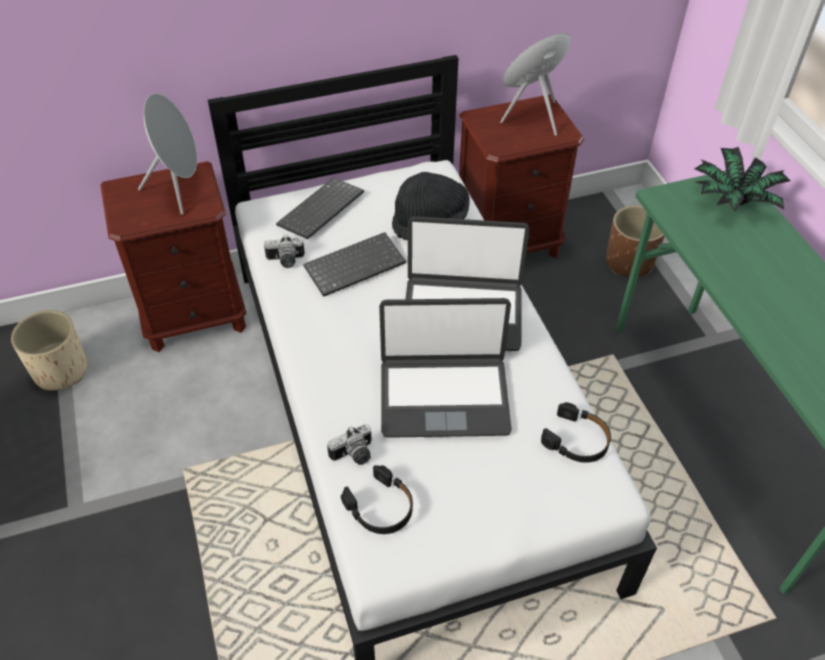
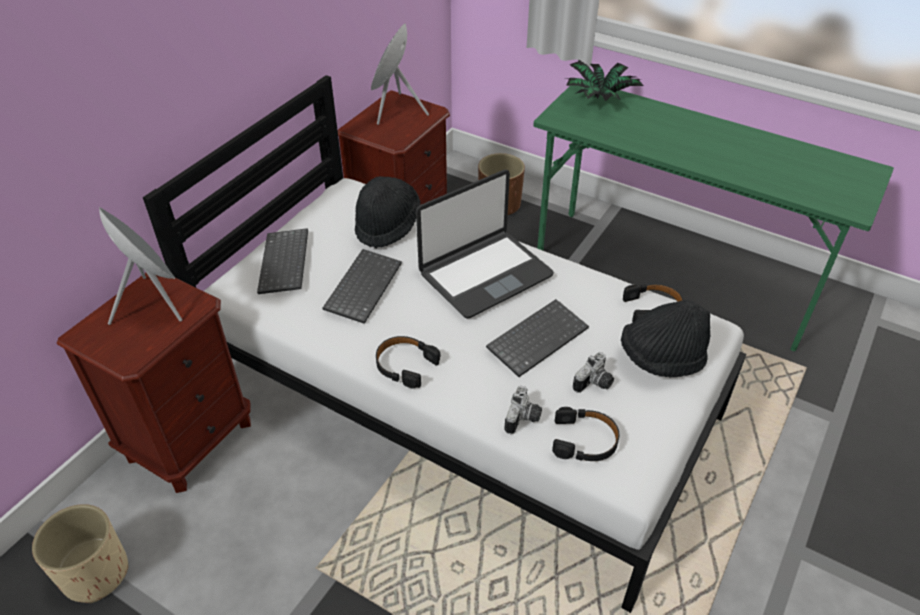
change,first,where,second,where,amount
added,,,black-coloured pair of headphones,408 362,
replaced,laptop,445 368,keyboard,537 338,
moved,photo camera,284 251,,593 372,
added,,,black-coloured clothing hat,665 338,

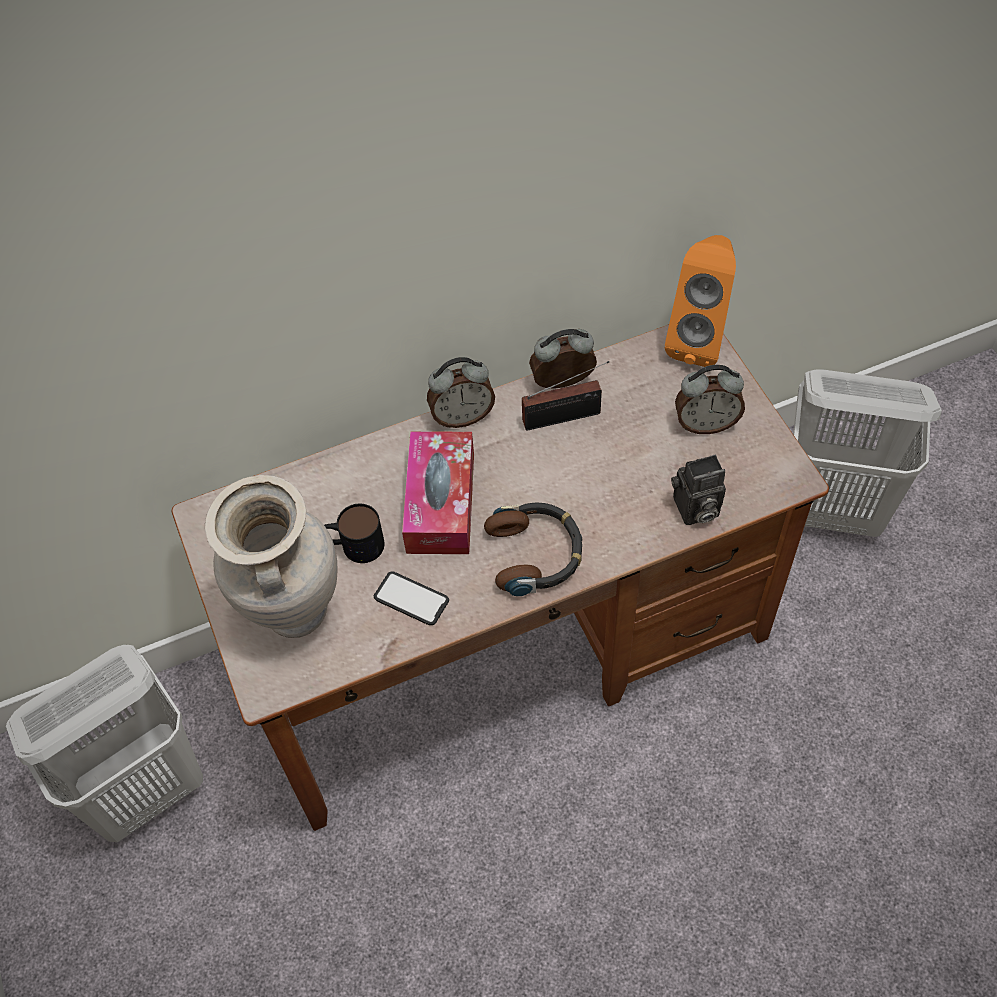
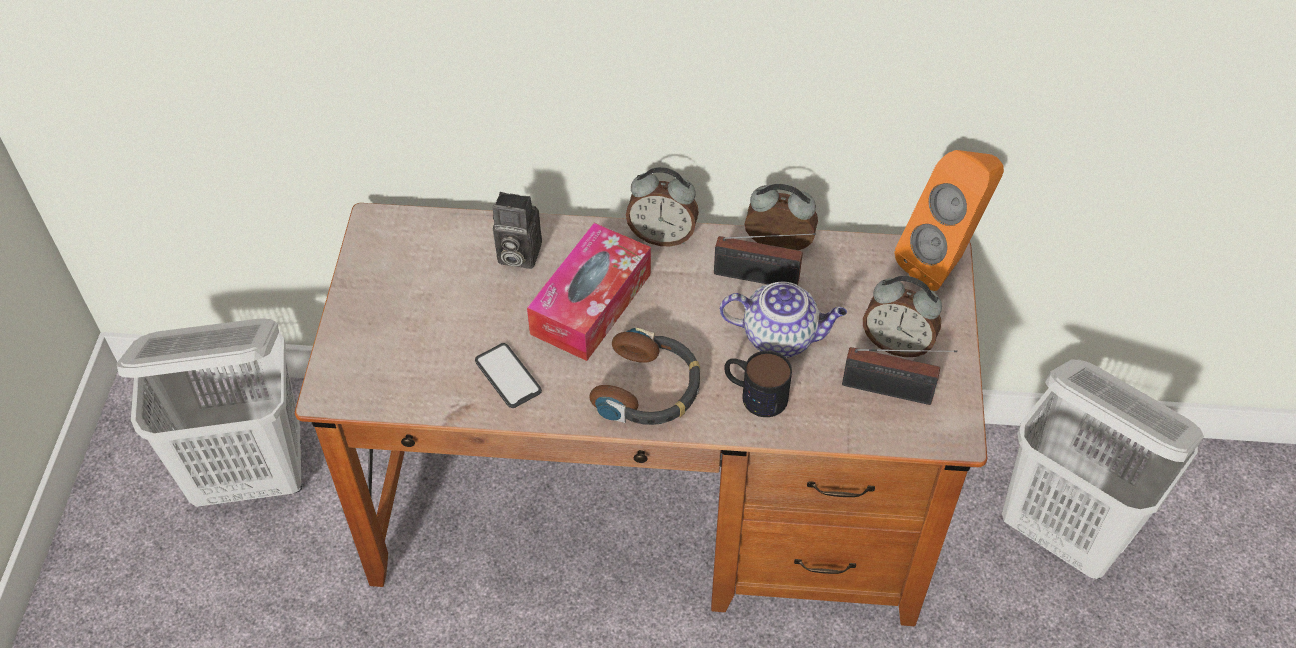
change,first,where,second,where,amount
moved,photo camera,698 490,,517 230,
added,,,teapot,783 319,
moved,coffee mug,354 533,,758 384,
added,,,radio,899 376,
removed,beige vase,271 556,,,

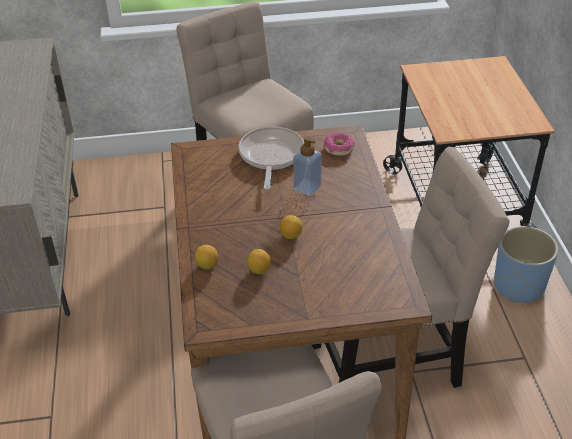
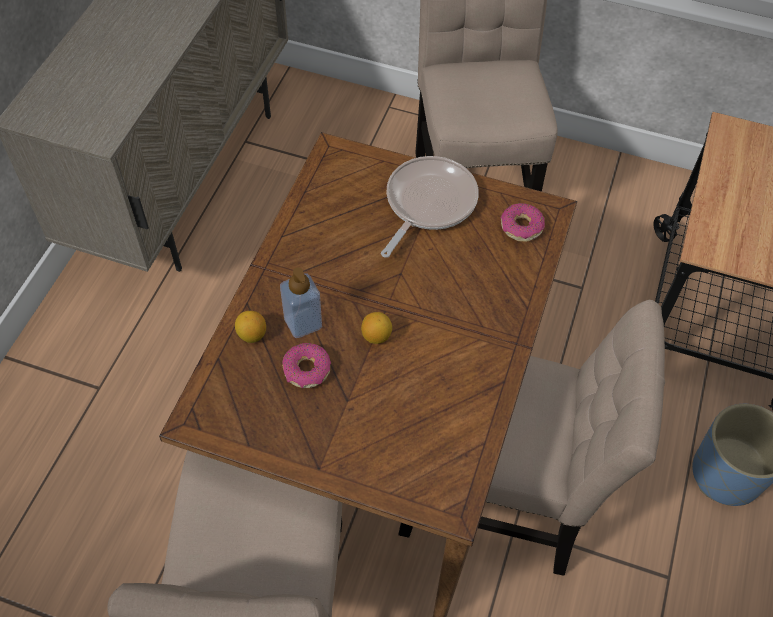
change,first,where,second,where,amount
moved,soap dispenser,307 166,,301 302,
replaced,citrus fruit,259 261,donut,306 365,

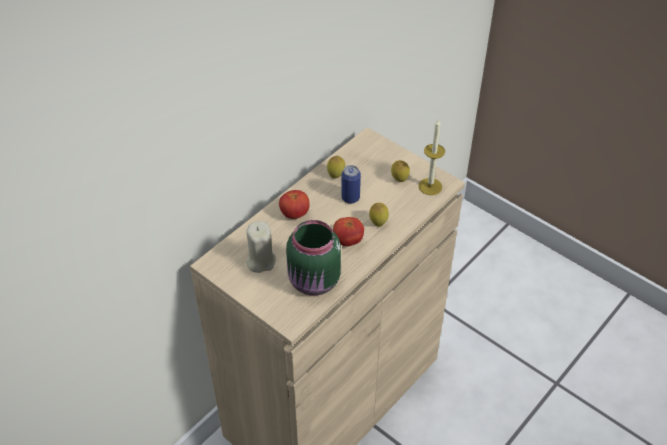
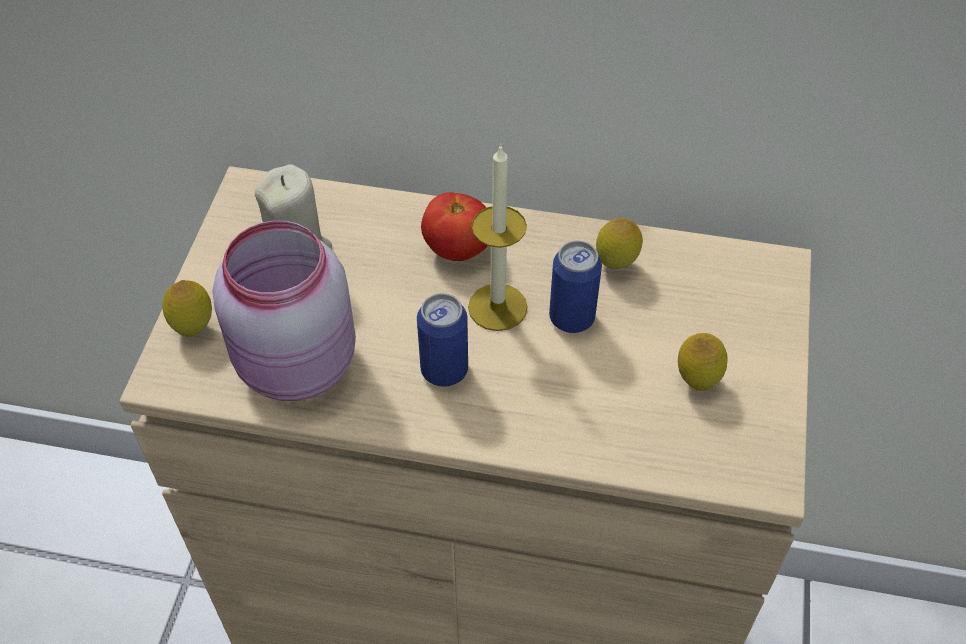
change,first,where,second,where,amount
moved,citrus fruit,379 215,,187 308,
recoloured,green jar,313 258,pink-coloured jar,284 311,
replaced,fresh tomato,348 231,can,442 340,
moved,wax candle,431 156,,498 237,

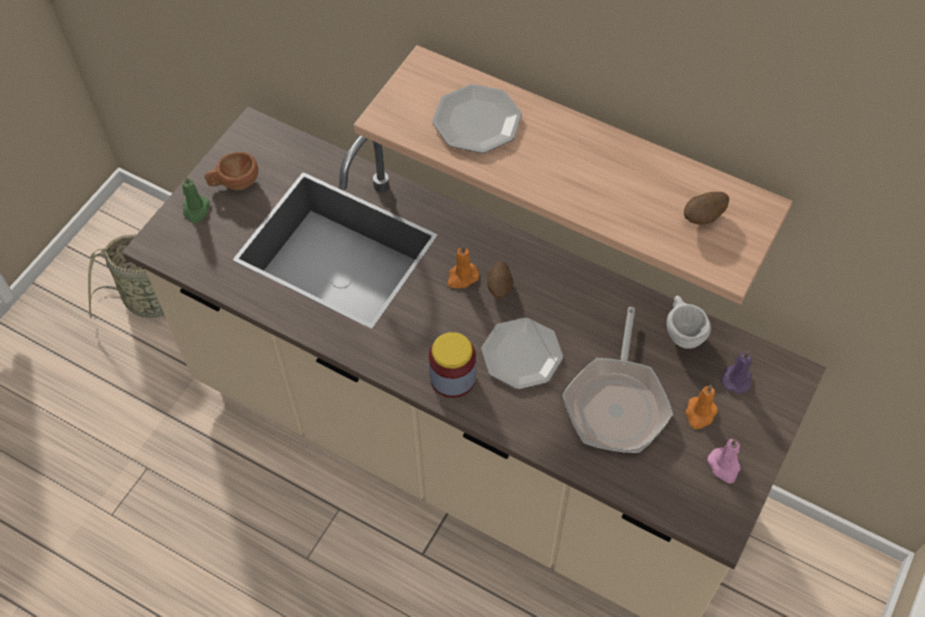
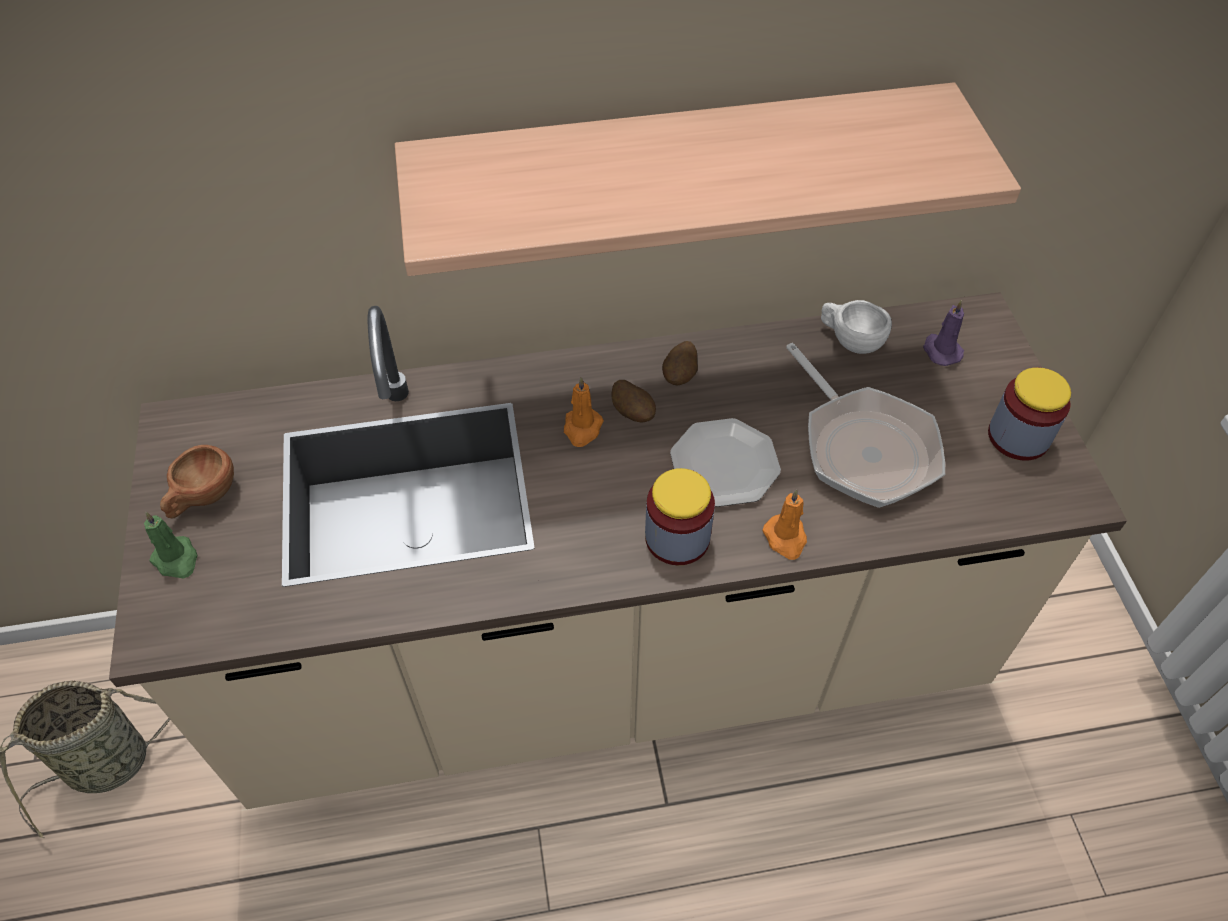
change,first,where,second,where,amount
moved,spud,706 208,,680 363,
moved,orange wax candle,701 407,,784 524,
replaced,pink-coloured wax candle,723 461,jar,1029 414,
removed,flat dish,477 118,,,

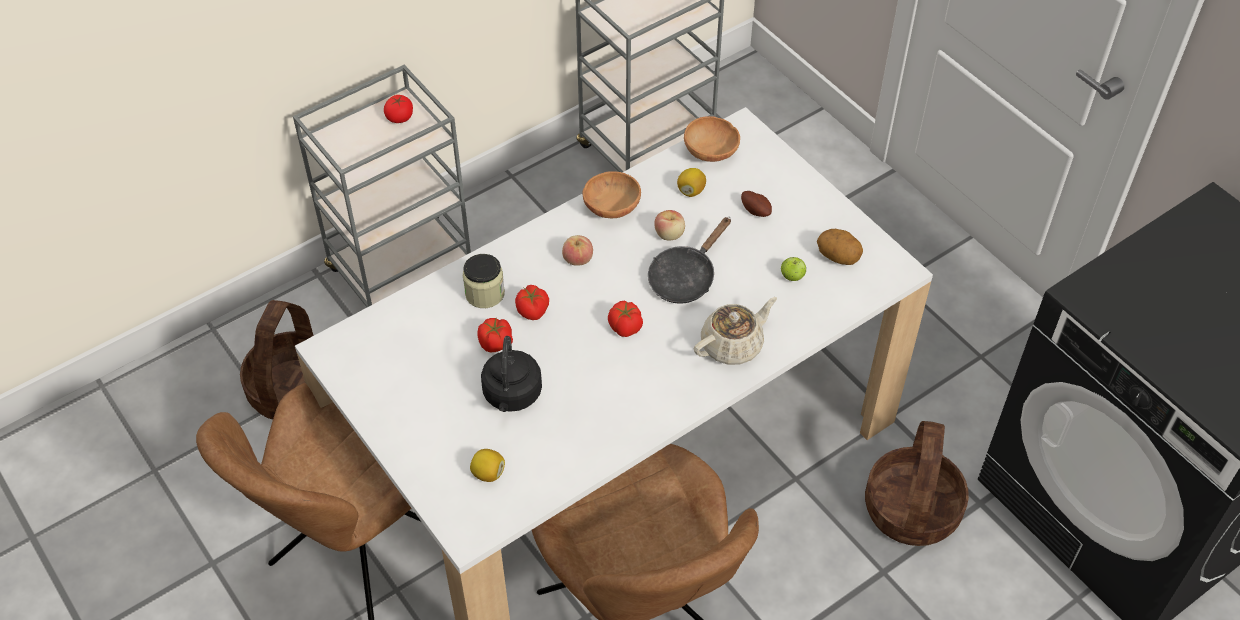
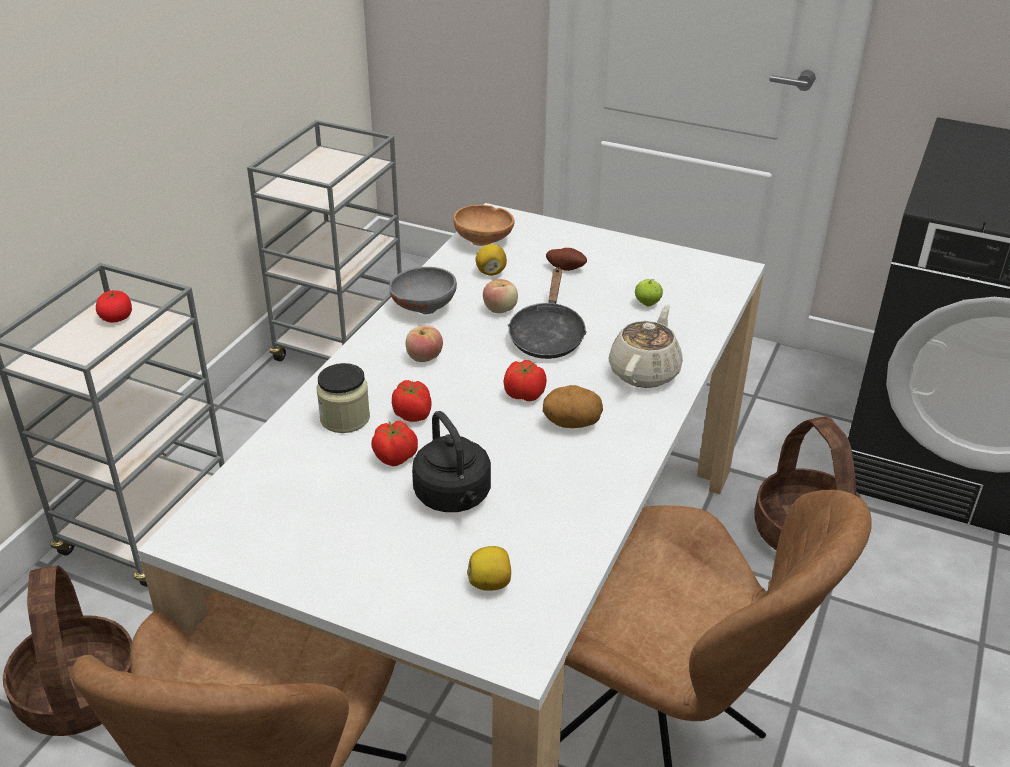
change,first,where,second,where,amount
recoloured,brown bowl,612 194,greyish bowl,423 290,
moved,spud,840 247,,573 406,

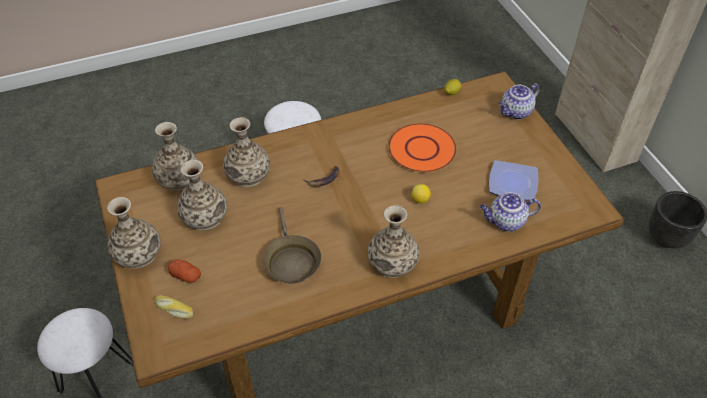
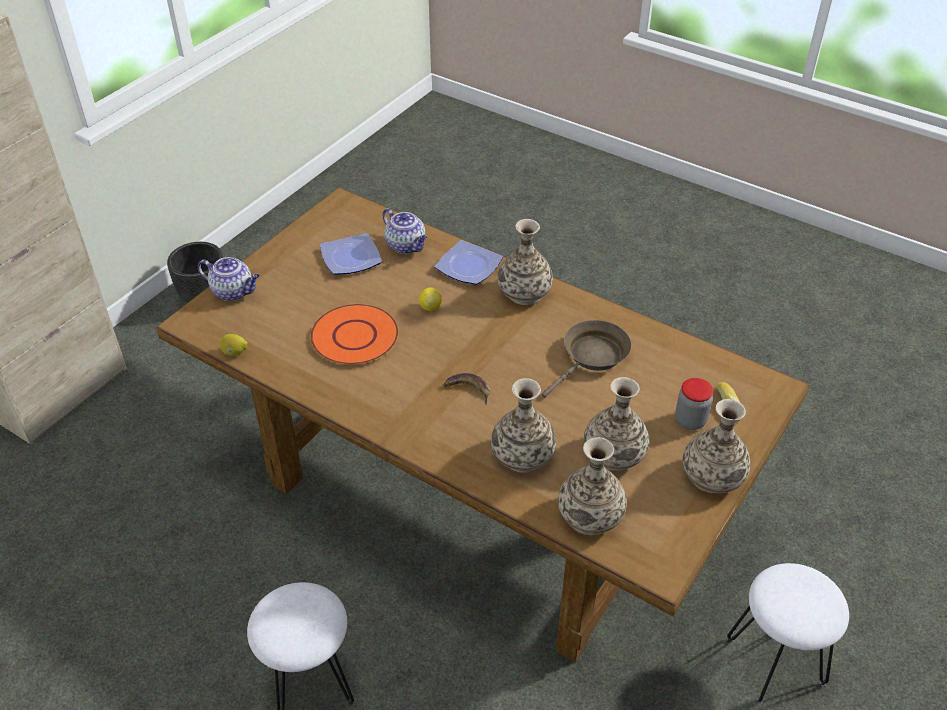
change,first,where,second,where,amount
added,,,flat dish,468 262,
replaced,spud,184 271,jar,694 404,

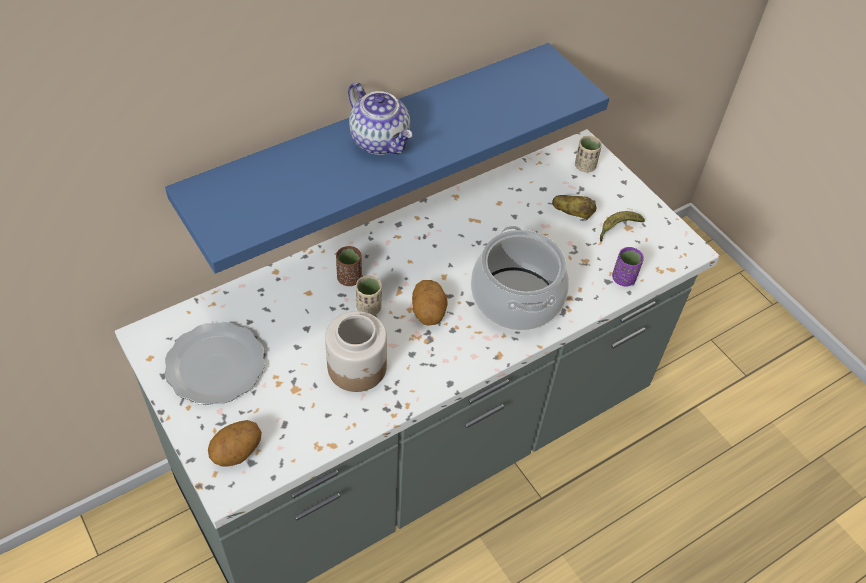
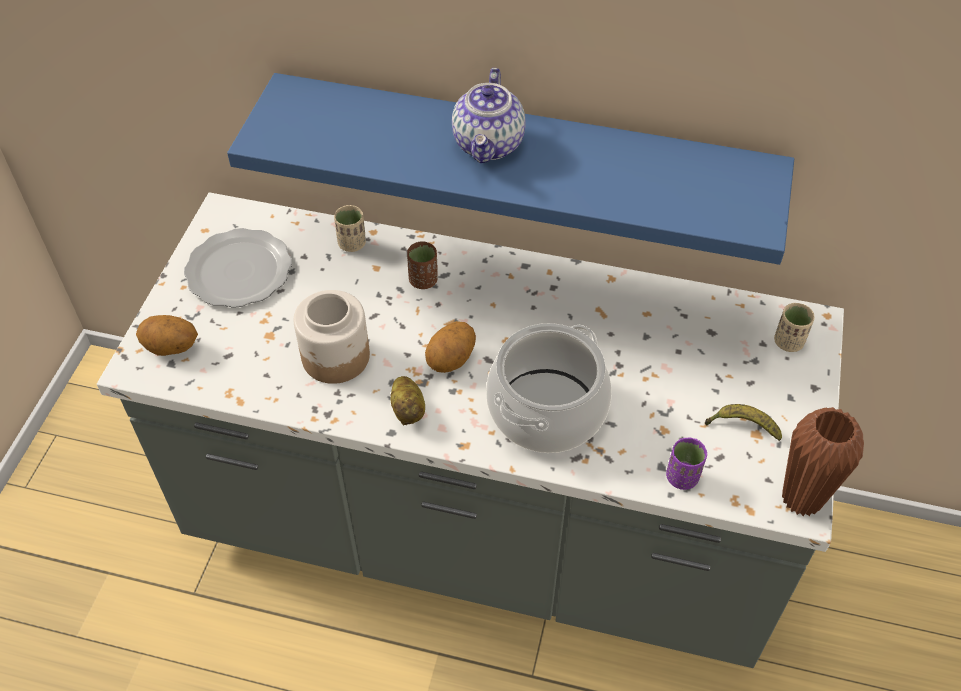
change,first,where,second,where,amount
moved,beige cup,369 295,,350 228,
moved,spud,574 207,,407 400,
added,,,brown vase,823 461,

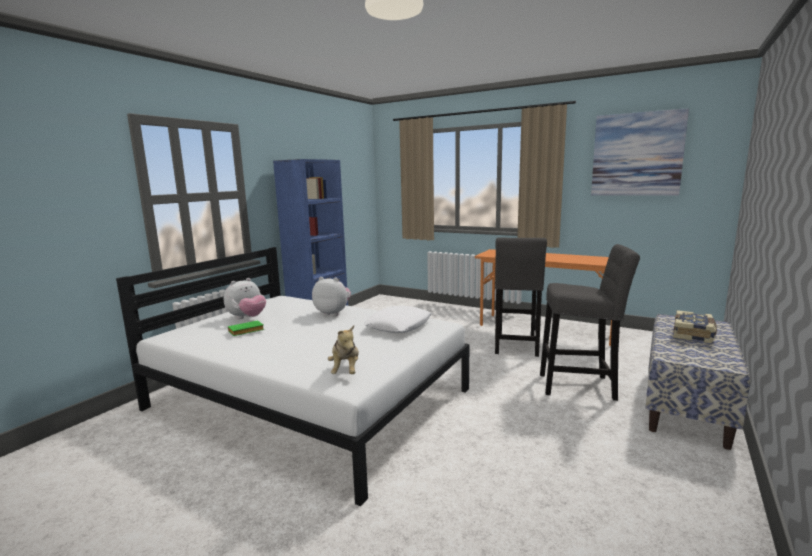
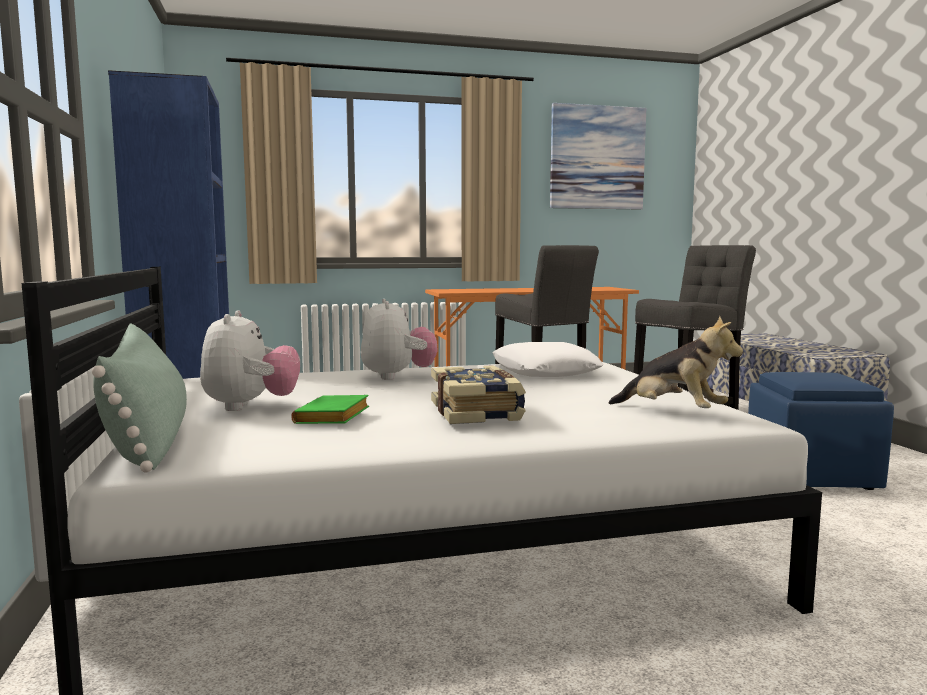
change,first,where,second,where,amount
added,,,green throw pillow,139 397,
turned,plush toy,331 296,,399 339,105 degrees clockwise
moved,volume,695 326,,478 394,
added,,,blue footrest,821 431,

